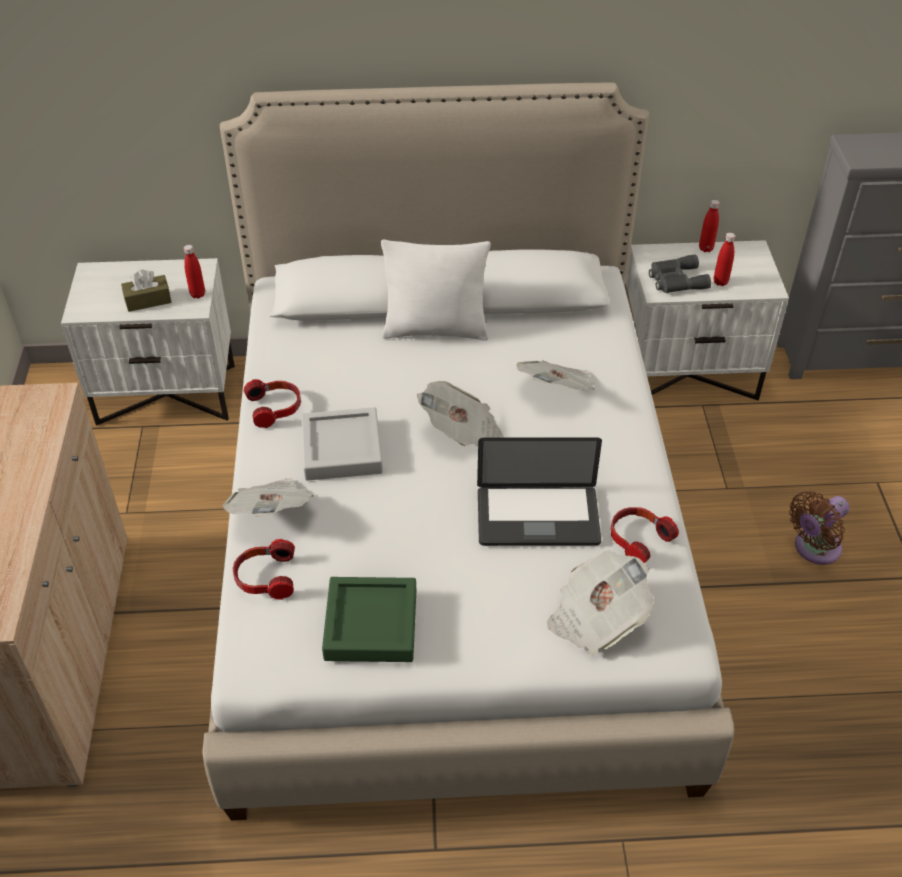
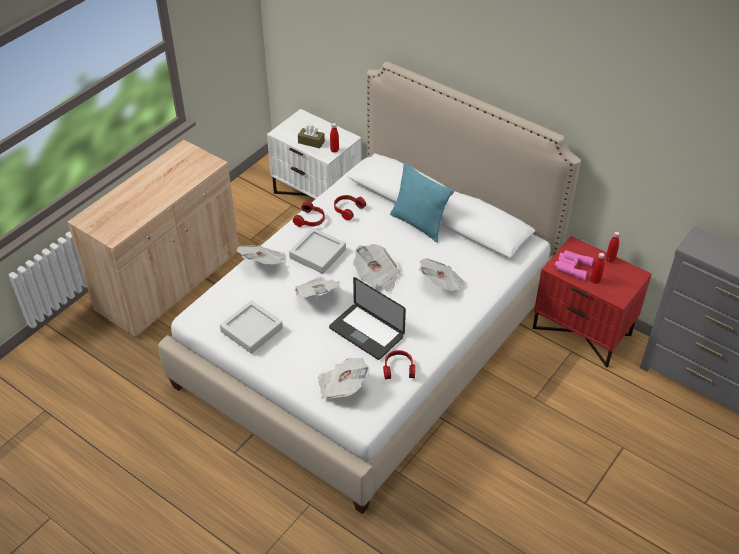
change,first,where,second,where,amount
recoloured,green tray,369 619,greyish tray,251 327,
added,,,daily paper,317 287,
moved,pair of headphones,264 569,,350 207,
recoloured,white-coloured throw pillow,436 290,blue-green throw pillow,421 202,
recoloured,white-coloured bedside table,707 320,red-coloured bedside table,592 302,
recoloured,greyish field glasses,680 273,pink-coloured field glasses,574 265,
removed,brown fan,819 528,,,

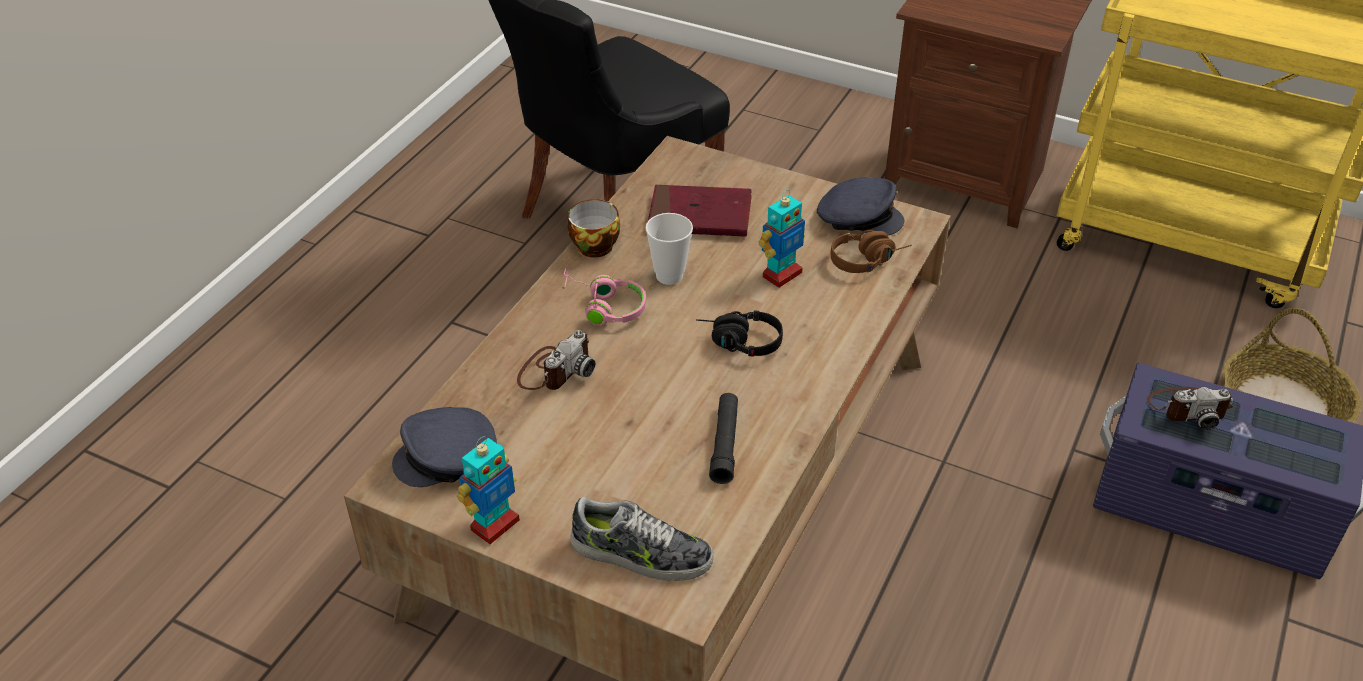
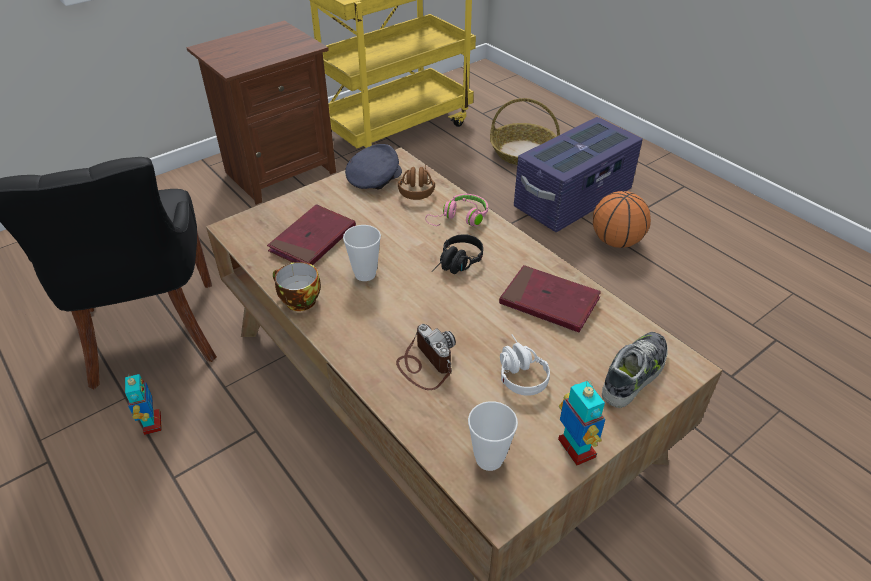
change,first,where,second,where,amount
moved,toy robot,781 239,,143 404,
moved,pink-coloured pair of headphones,604 297,,456 210,
replaced,greyish cap,444 447,cup,493 436,
replaced,black-coloured flashlight,723 438,red-coloured volume,550 298,
added,,,white-coloured pair of headphones,525 365,
added,,,basketball,622 219,
removed,photo camera,1190 408,,,

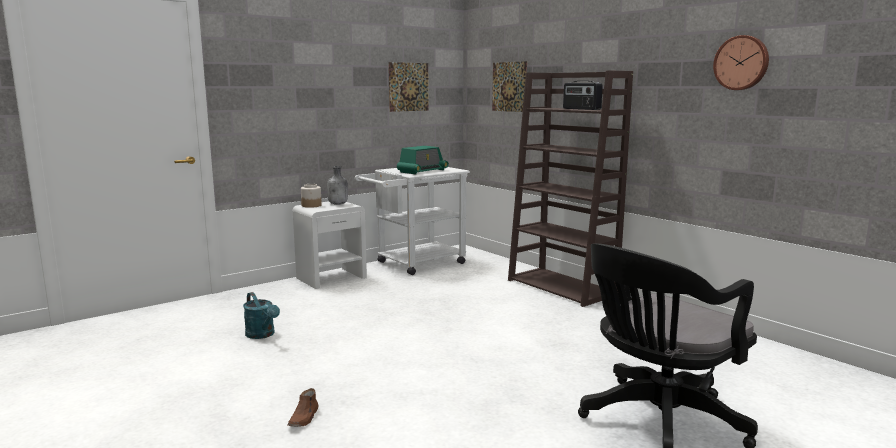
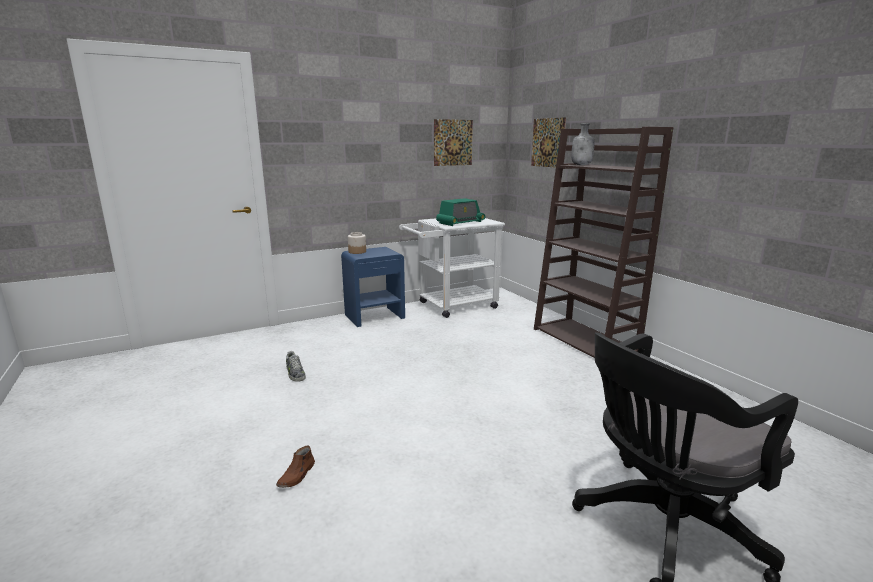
change,first,where,second,where,amount
replaced,blue-green watering pot,261 315,shoe,296 366,
recoloured,white-coloured bedside table,330 245,blue bedside table,373 287,
moved,greyish beverage bottle,337 185,,583 144,
removed,radio,583 95,,,
removed,hanging clock,741 62,,,

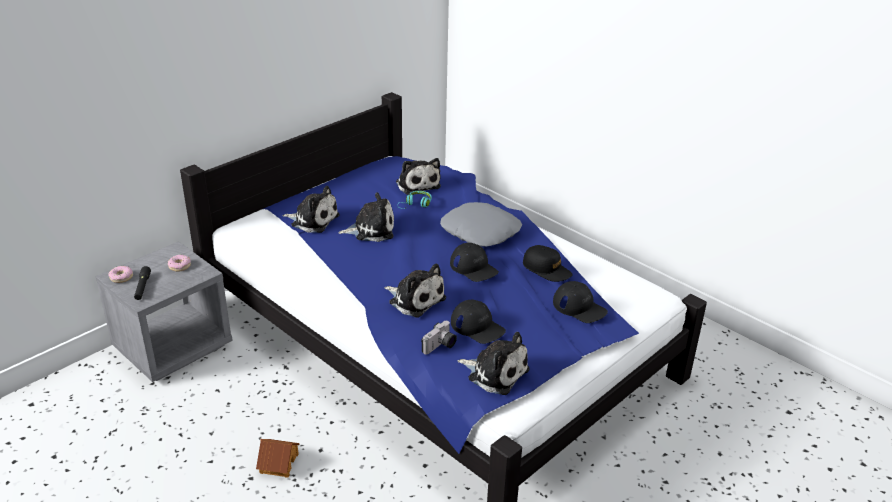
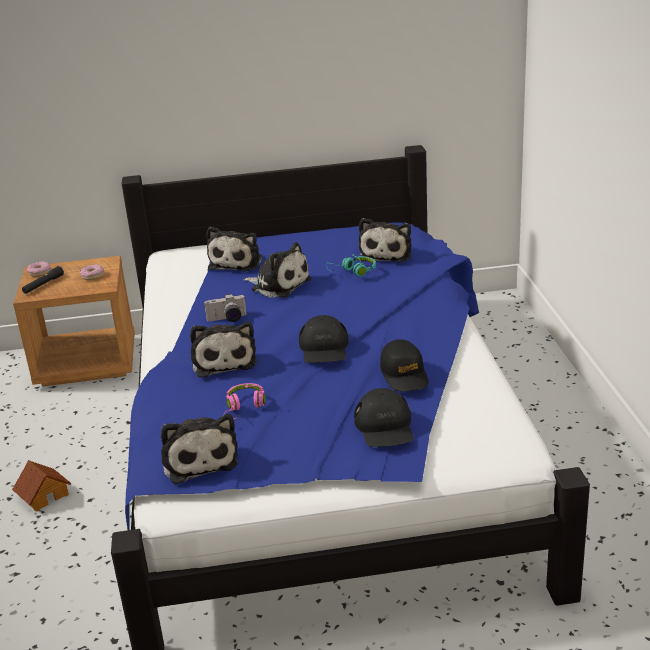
change,first,where,second,where,amount
recoloured,greyish bedside table,164 311,brown bedside table,74 321,
moved,photo camera,439 338,,225 308,
turned,plush toy,311 209,,234 249,45 degrees clockwise
replaced,black-coloured cap,478 321,pink-coloured pair of headphones,244 401,
removed,greyish throw pillow,481 224,,,

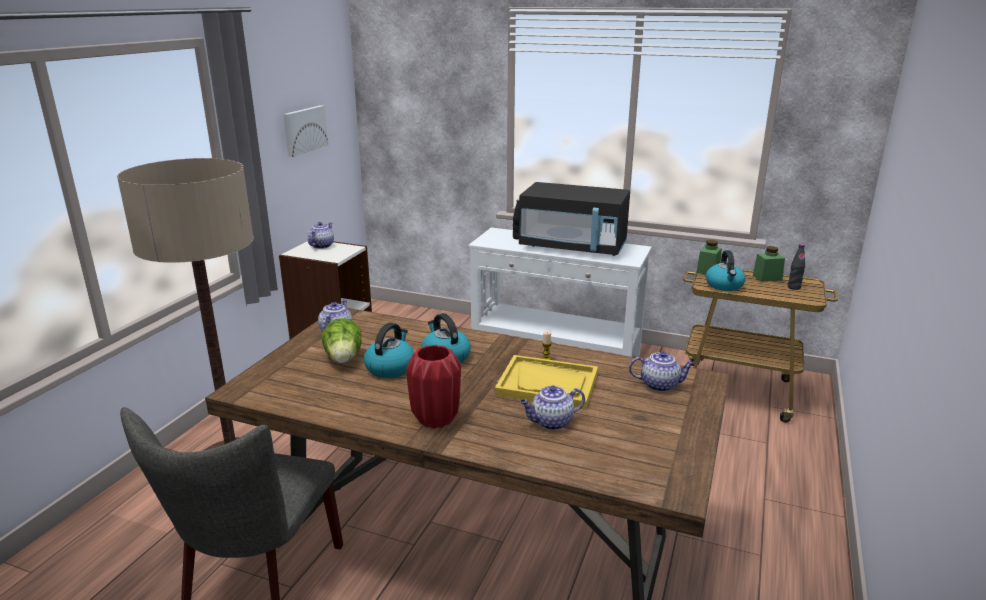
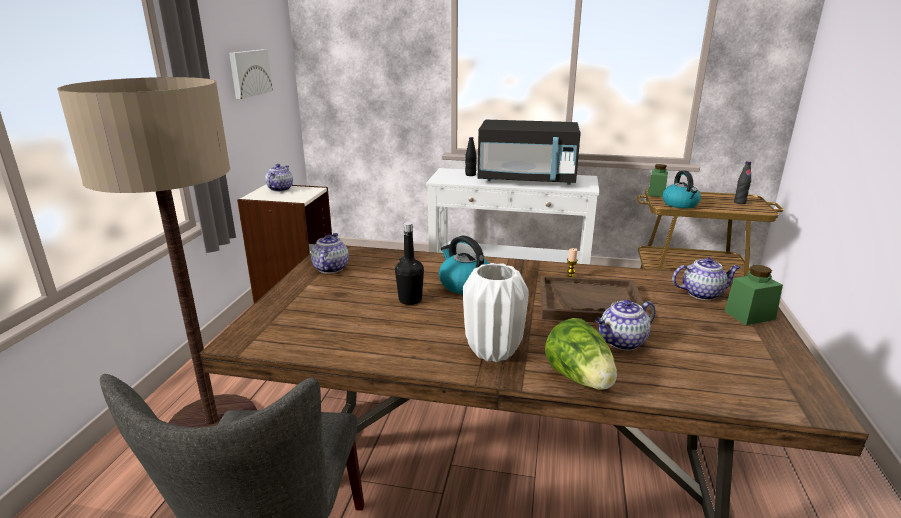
change,first,where,second,where,amount
replaced,tea kettle,389 350,black-coloured beverage bottle,409 263,
recoloured,red-coloured vase,433 387,white-coloured vase,496 312,
recoloured,yellow tray,546 382,brown tray,594 299,
moved,head of lettuce,342 341,,581 354,
moved,green jar,769 264,,753 295,

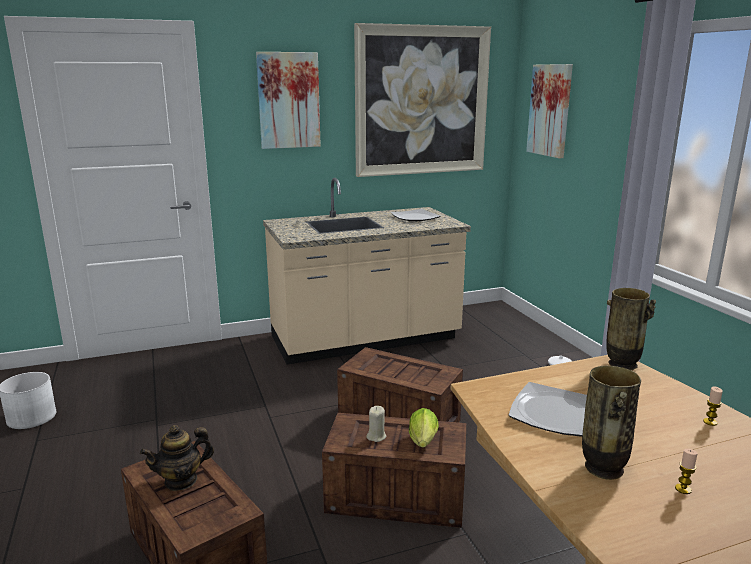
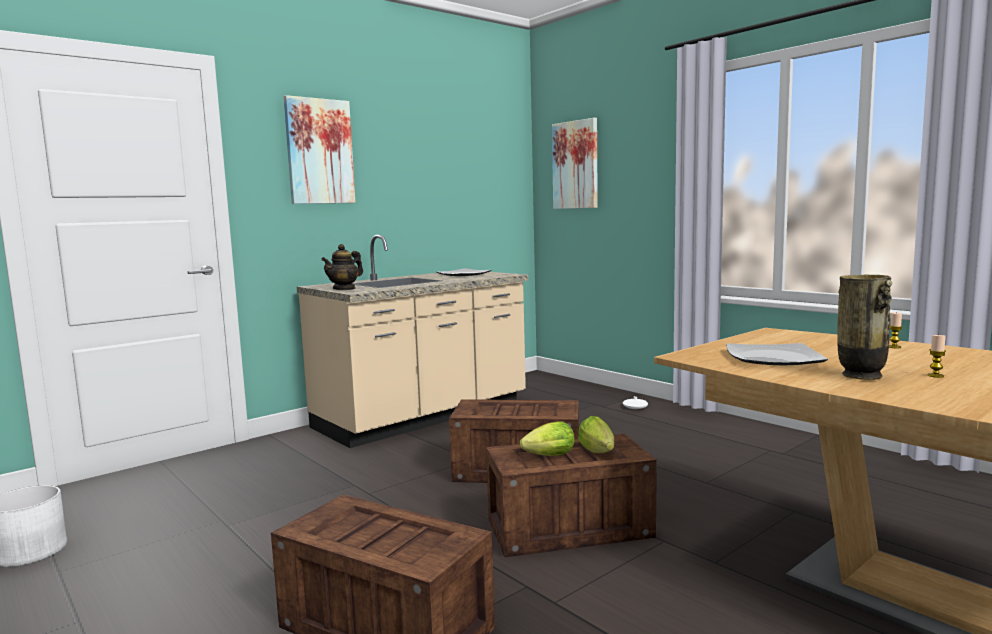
change,first,where,second,where,amount
moved,teapot,177 458,,342 267,
replaced,beige wax candle,376 424,head of lettuce,547 438,
removed,wall art,422 100,,,
removed,vase,631 329,,,

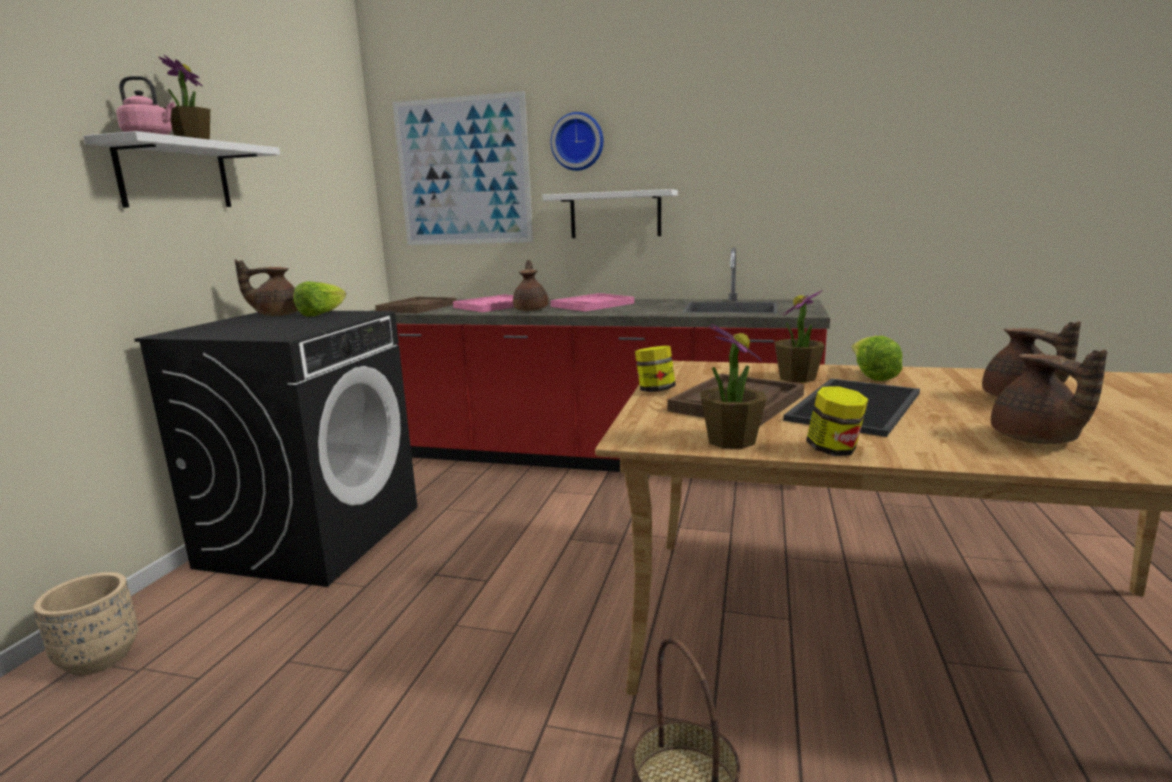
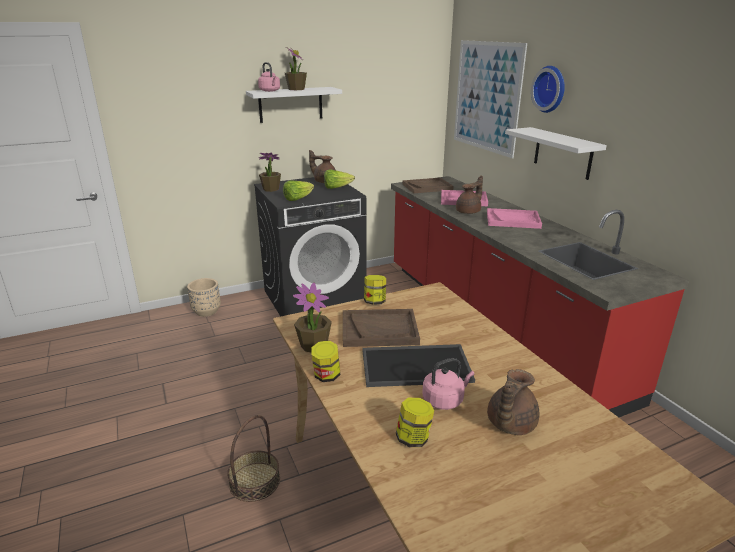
change,first,where,second,where,amount
moved,potted plant,799 336,,269 172,
moved,head of lettuce,876 358,,298 190,
replaced,brown teapot,1049 396,jar,415 422,
added,,,pink-coloured tea kettle,448 384,

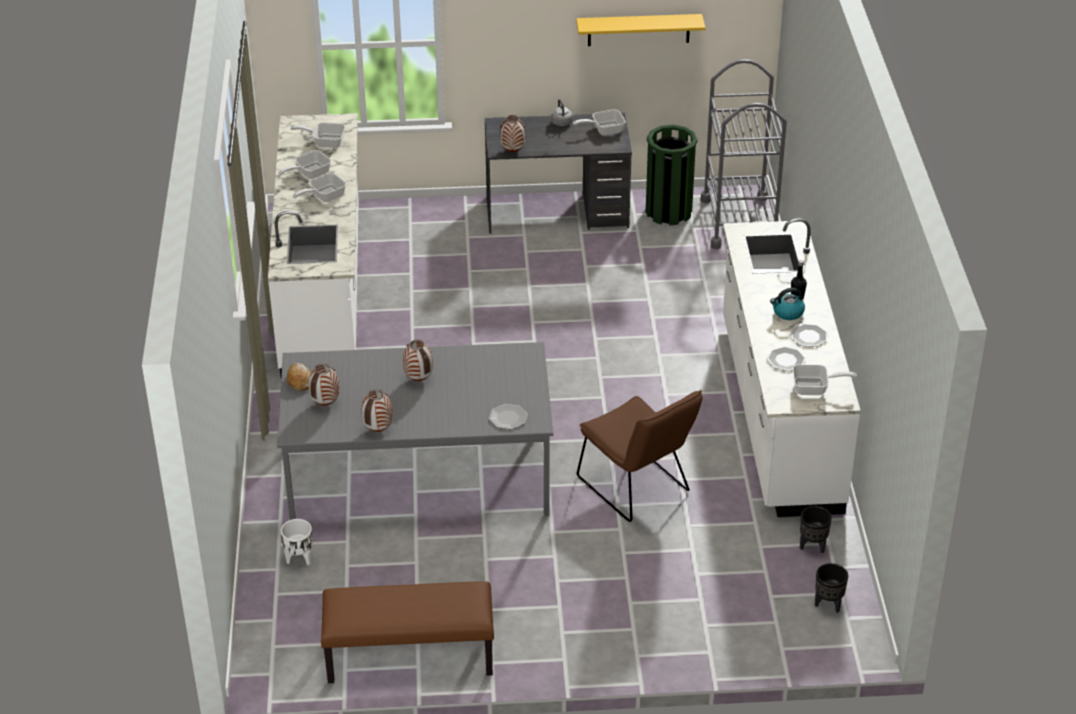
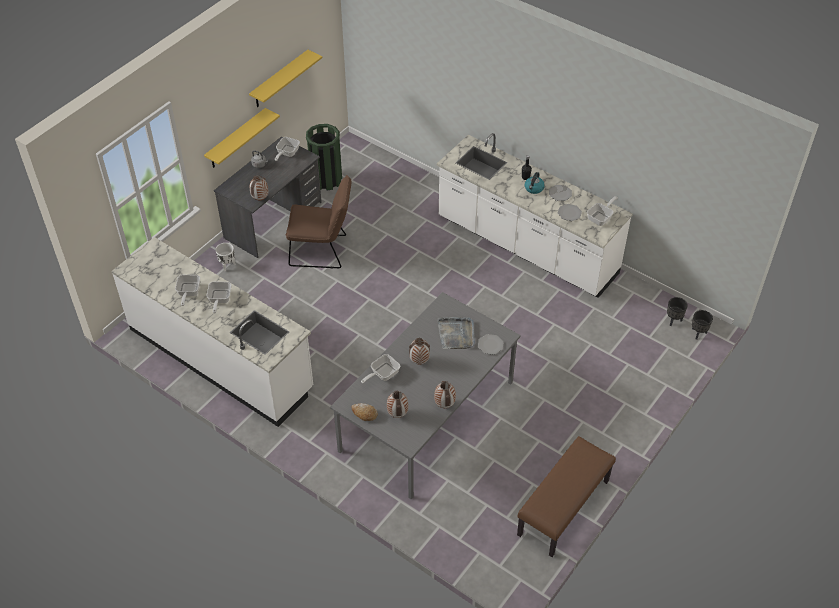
change,first,where,second,where,amount
added,,,yellow shelf,242 138,
moved,white-coloured flower pot,296 542,,225 257,
moved,brown plain chair,640 456,,319 222,
moved,skillet,317 135,,380 369,
added,,,greyish tray,456 333,
moved,black-coloured flower pot,816 530,,702 325,
removed,greyish wheeled cart,744 154,,,

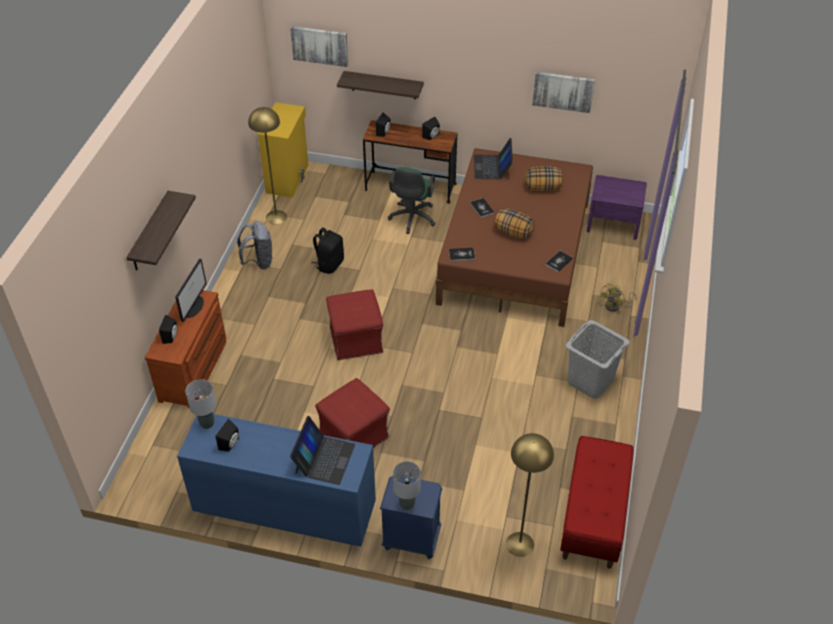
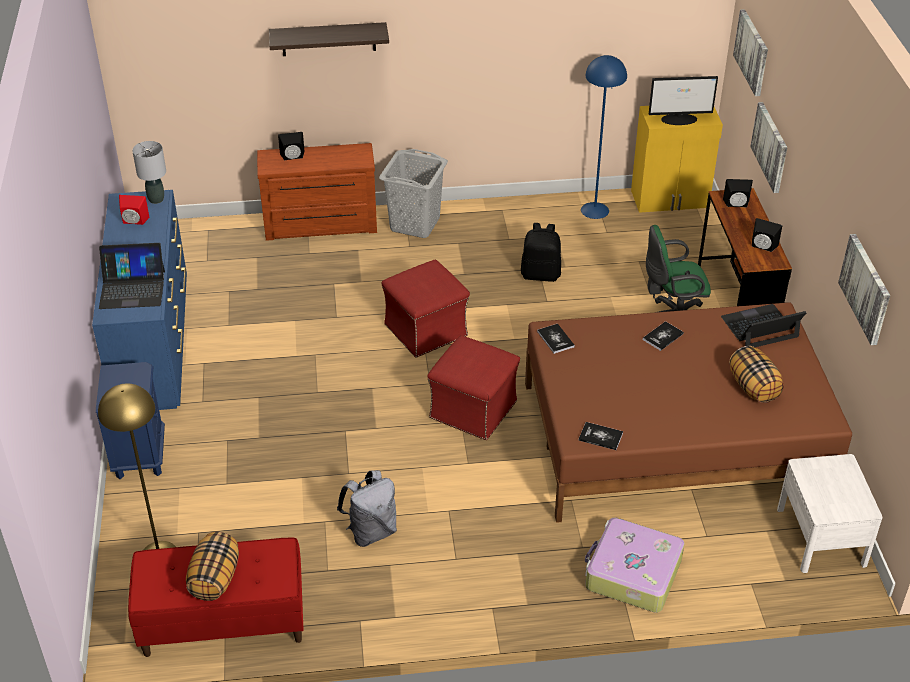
change,first,where,second,where,amount
recoloured,black-coloured loudspeaker,227 435,red-coloured loudspeaker,134 210,
moved,throw pillow,514 223,,212 566,
moved,greyish knapsack,254 245,,367 508,
moved,greyish laundry basket,598 359,,413 193,
moved,red-coloured footrest,352 413,,473 388,
recoloured,yellow standing lamp,267 165,blue standing lamp,604 137,
replaced,yellow fan,618 297,suitcase,635 565,
moved,computer display,191 290,,683 100,
replaced,shelf,380 85,wall art,768 147,
recoloured,purplish bedside table,617 207,white-coloured bedside table,830 513,
removed,greyish table lamp,407 486,,,

